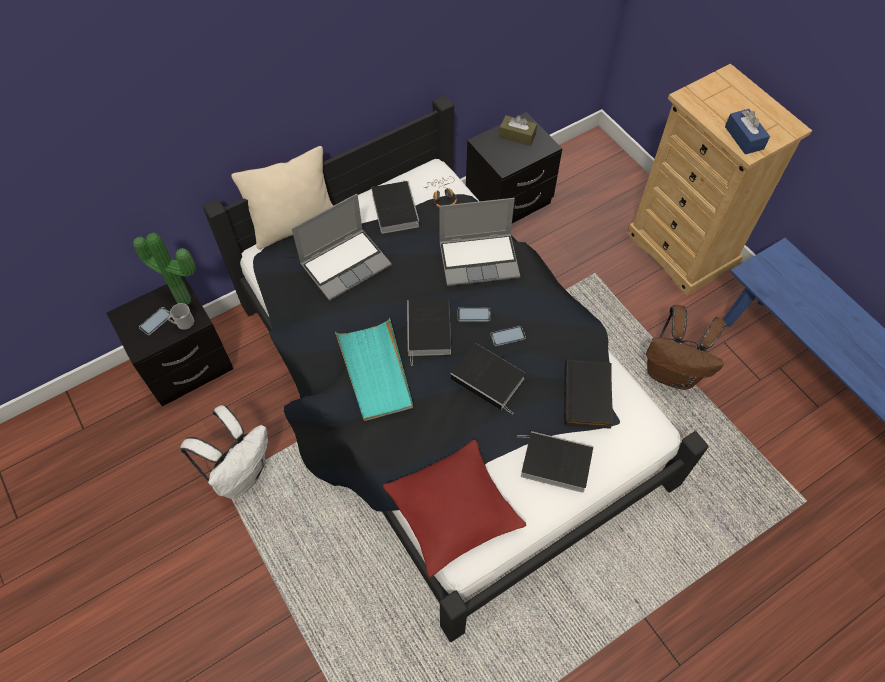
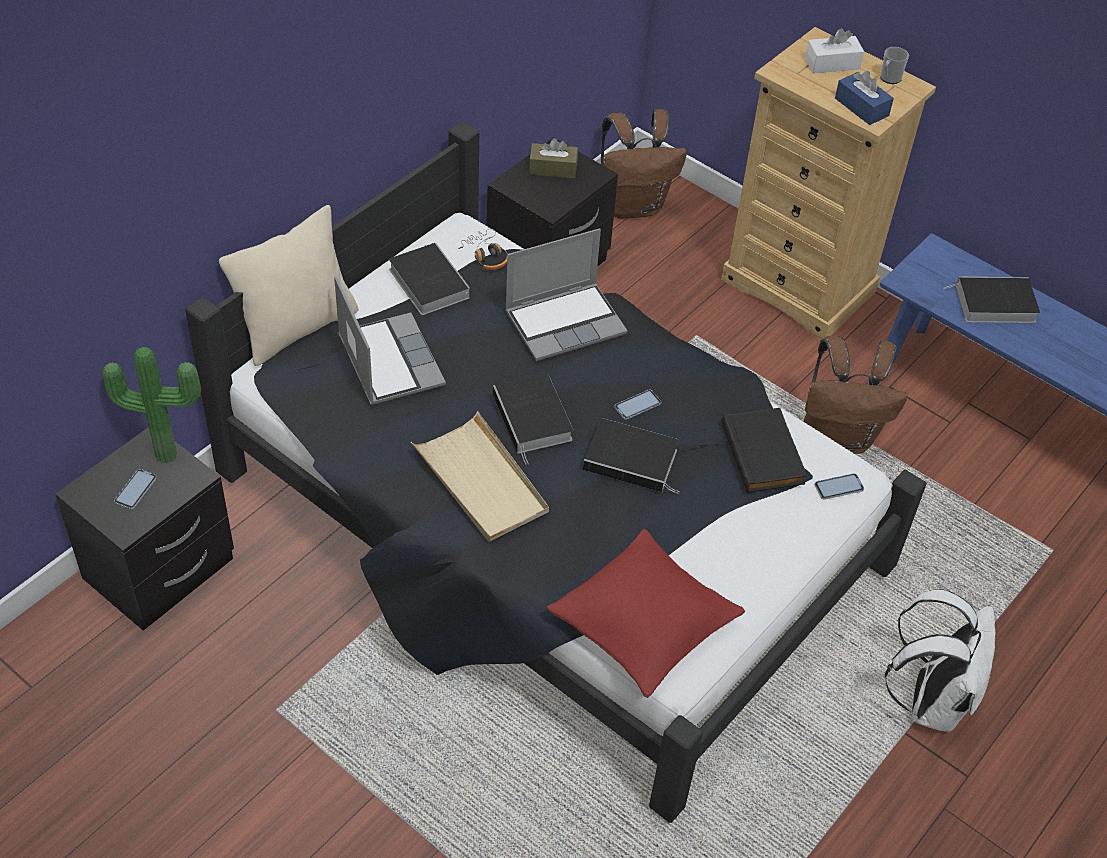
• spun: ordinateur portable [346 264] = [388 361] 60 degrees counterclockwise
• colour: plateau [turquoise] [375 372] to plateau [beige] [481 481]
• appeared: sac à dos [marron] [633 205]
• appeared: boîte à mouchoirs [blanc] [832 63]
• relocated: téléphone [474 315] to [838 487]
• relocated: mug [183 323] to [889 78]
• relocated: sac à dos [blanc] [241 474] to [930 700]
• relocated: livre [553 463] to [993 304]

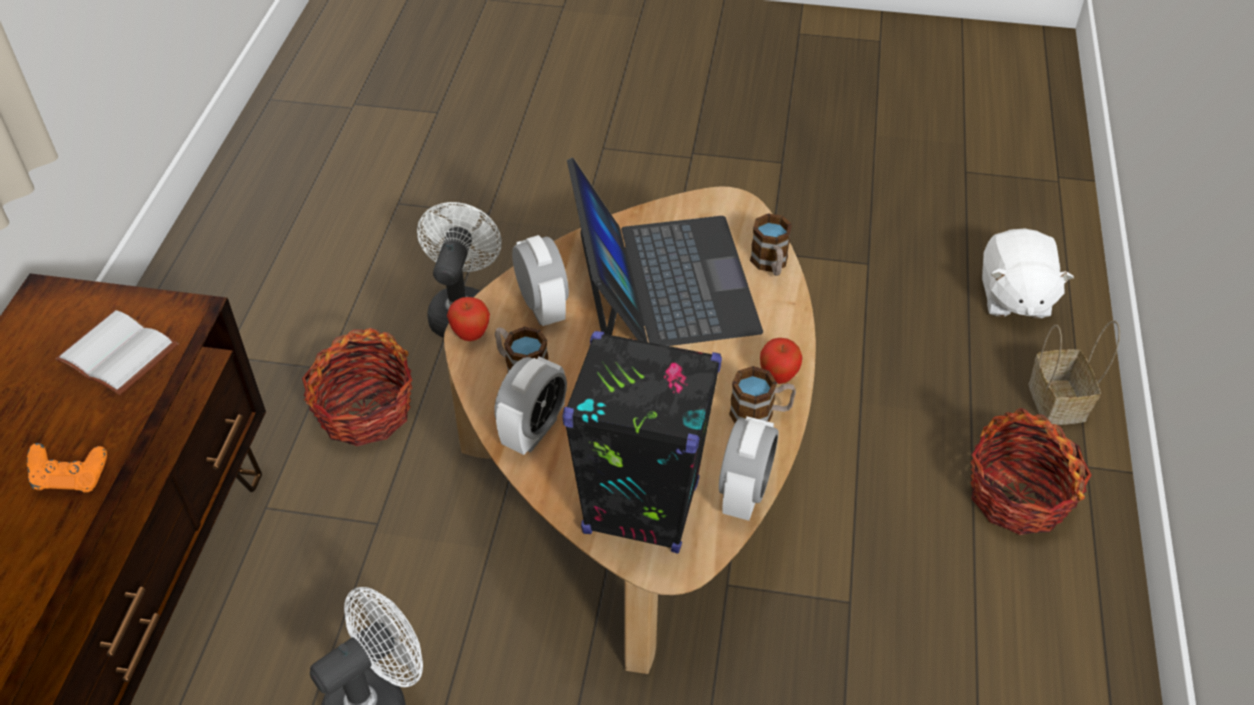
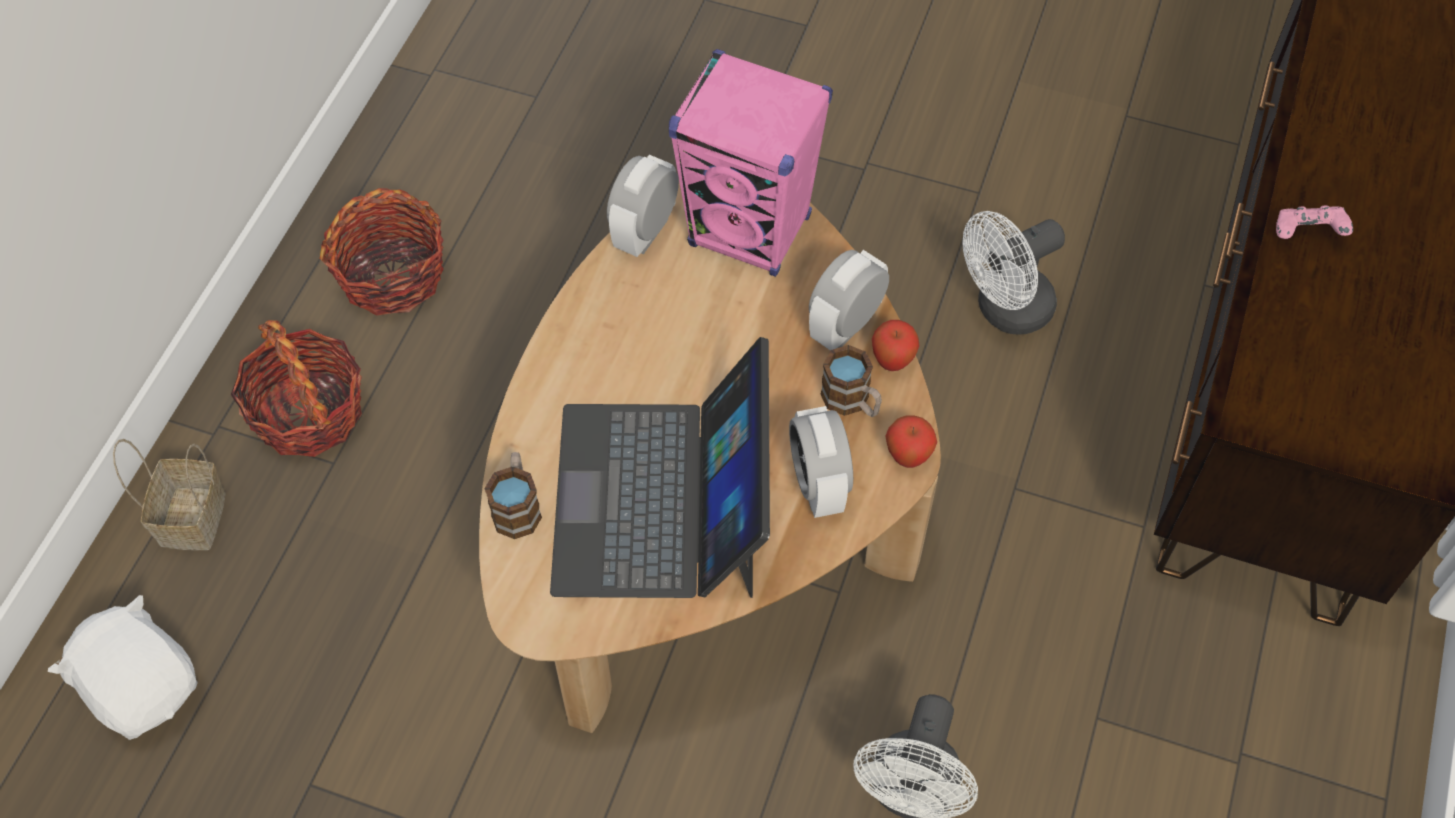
• spun: peluche [blanc] [1013 297] = [143 687] 60 degrees counterclockwise
• relocated: panier [364 411] to [392 275]
• colour: enceinte [noir] [640 508] to enceinte [rose] [750 232]
• relocated: pomme [778 377] to [892 361]
• colour: manette [orange] [72 479] to manette [rose] [1307 235]
• missing: livre [blanc] [122 353]
• missing: mug [760 414]

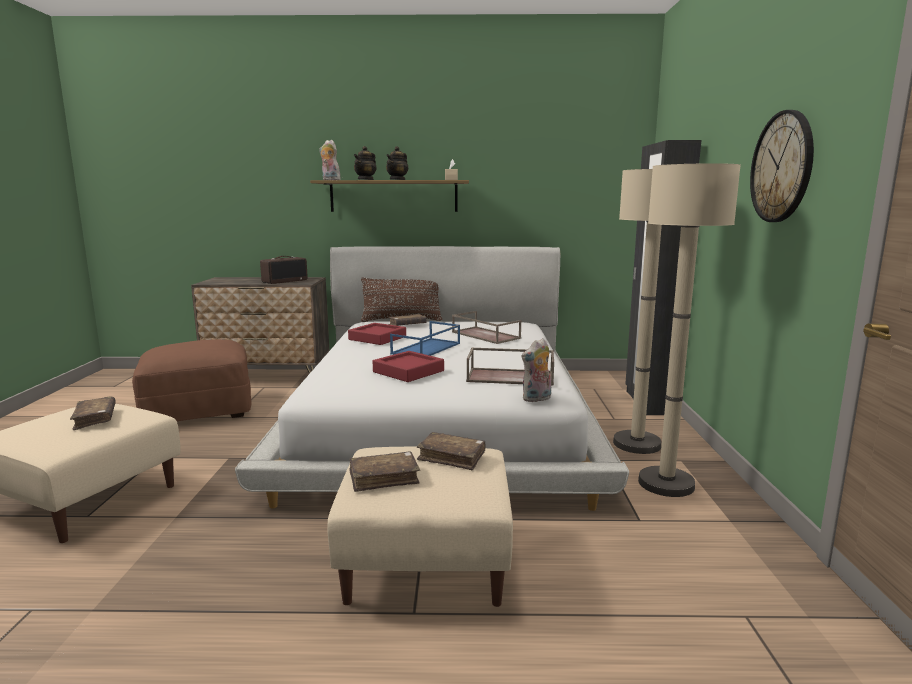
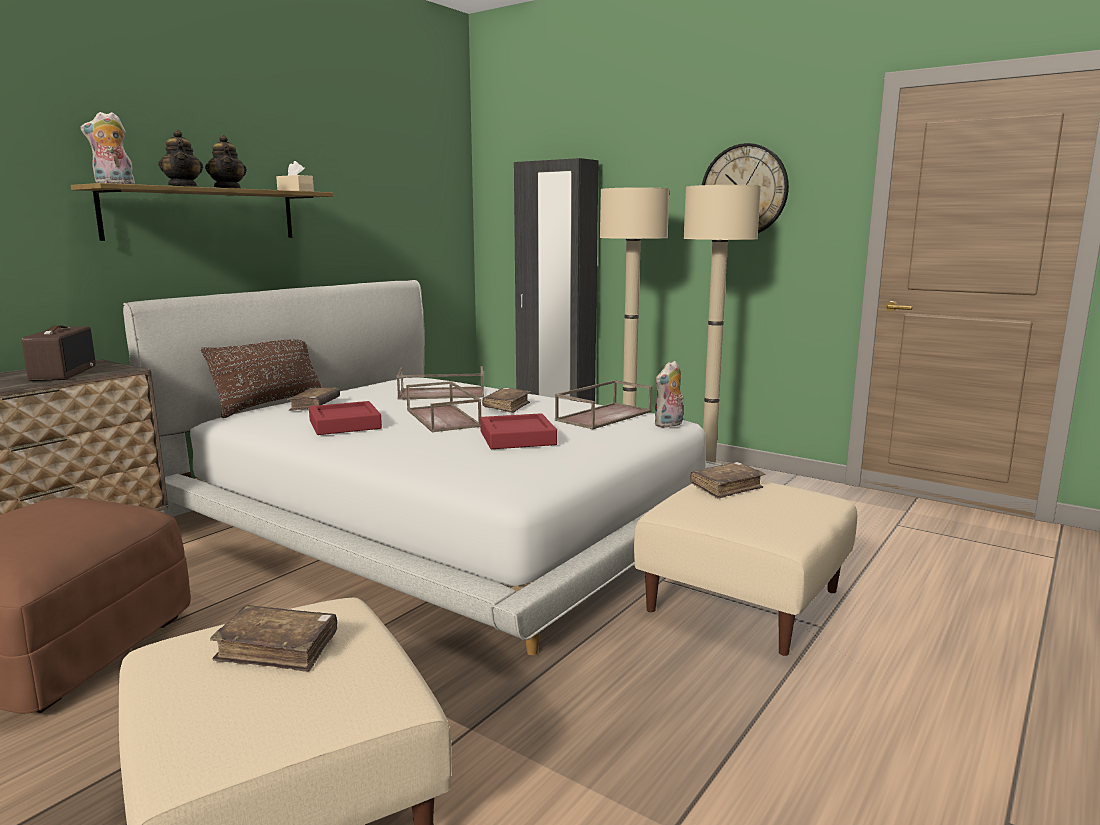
• colour: plateau [bleu] [426 349] to plateau [marron] [444 418]
• relocated: livre [marron] [384 478] to [507 406]
• spun: peluche [537 399] = [669 425] 45 degrees clockwise

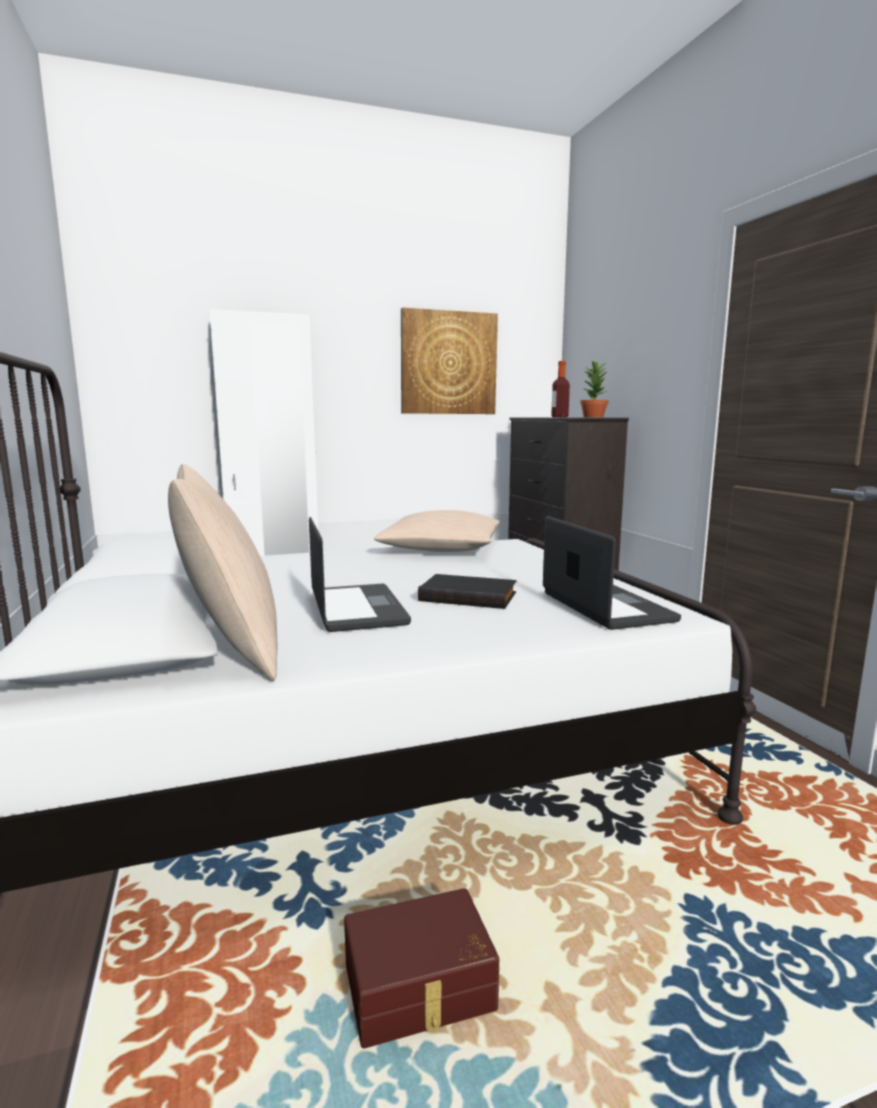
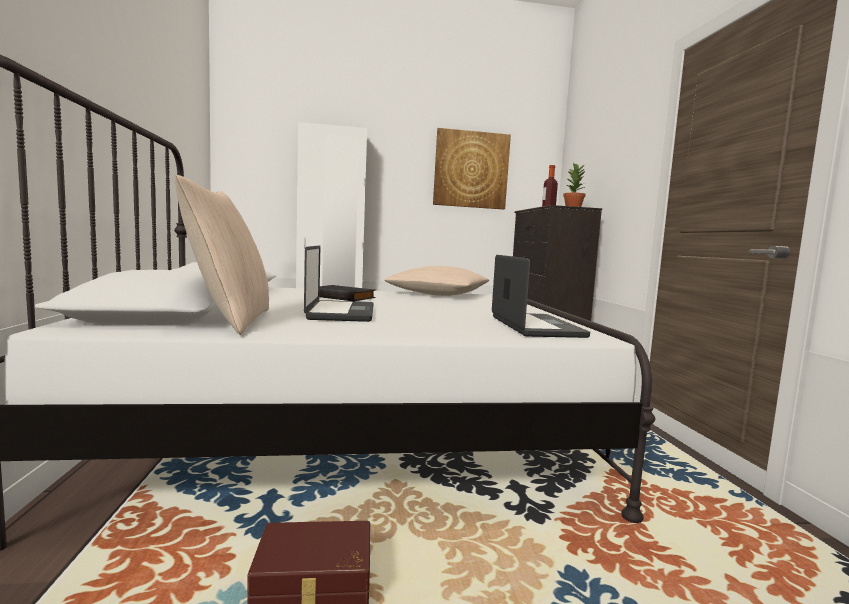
• relocated: livre [noir] [469 596] to [343 297]

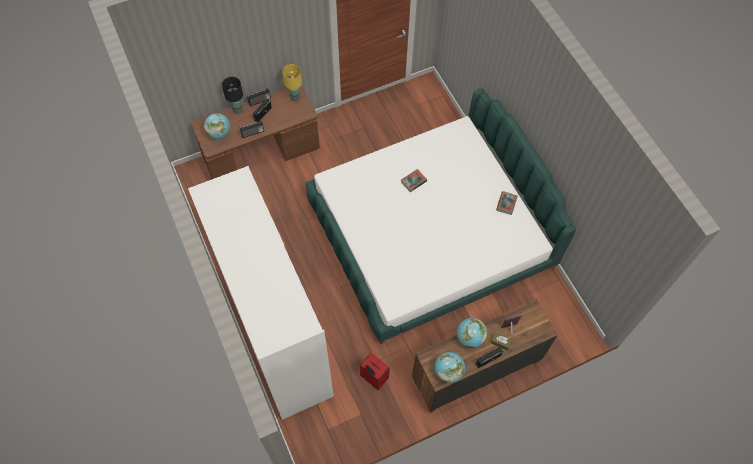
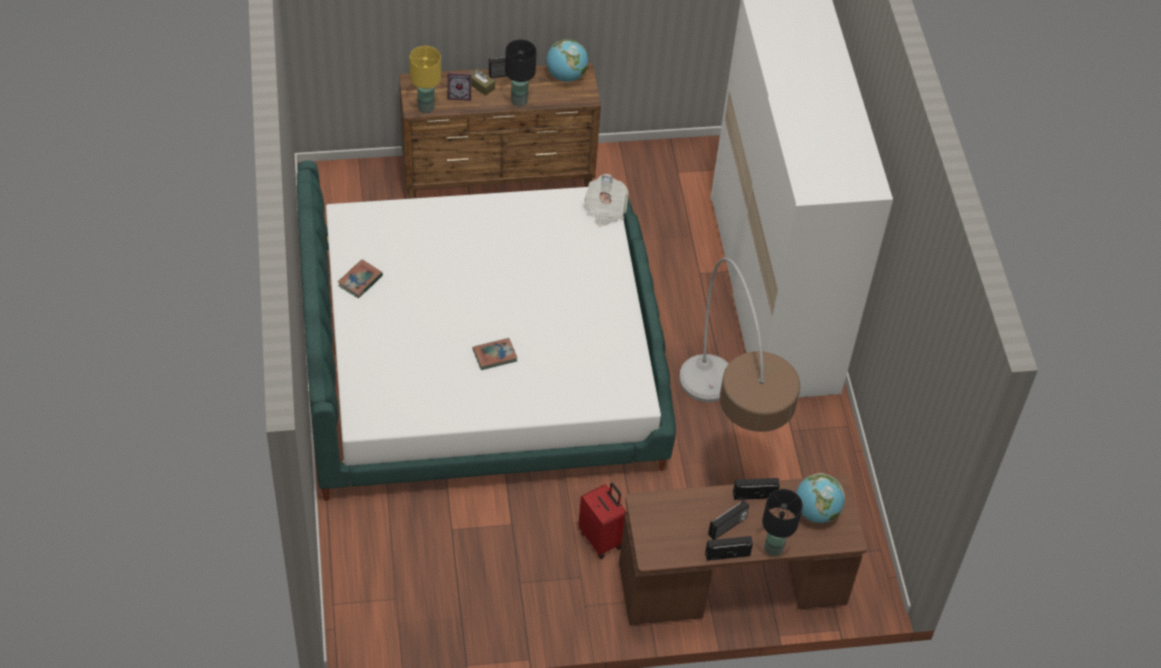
• relocated: lampe de table [jaune] [295 97] to [425 107]
• exchanged: globe [470 338] to lampe de table [noir] [519 101]
• relocated: valise [rouge] [373 378] to [601 539]
• appeared: journal [605 209]
• appeared: lampadaire [725 442]

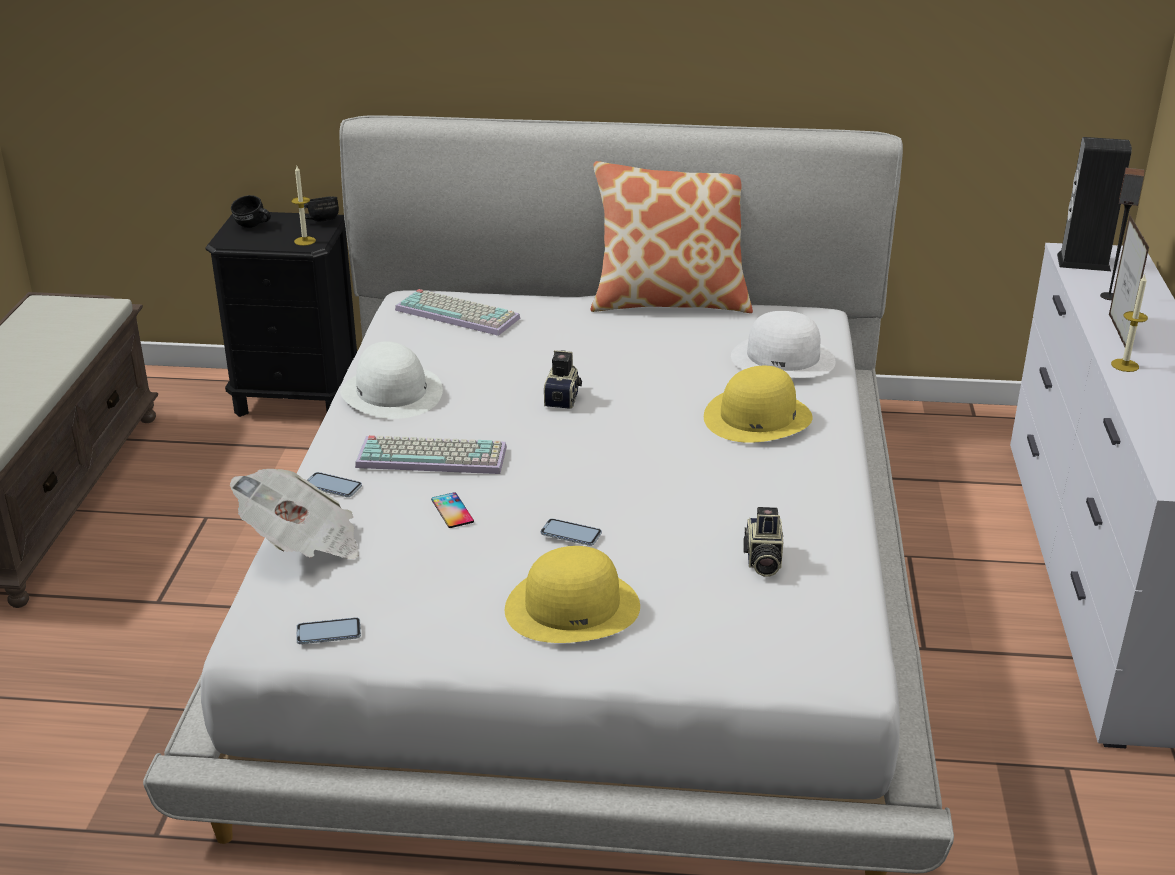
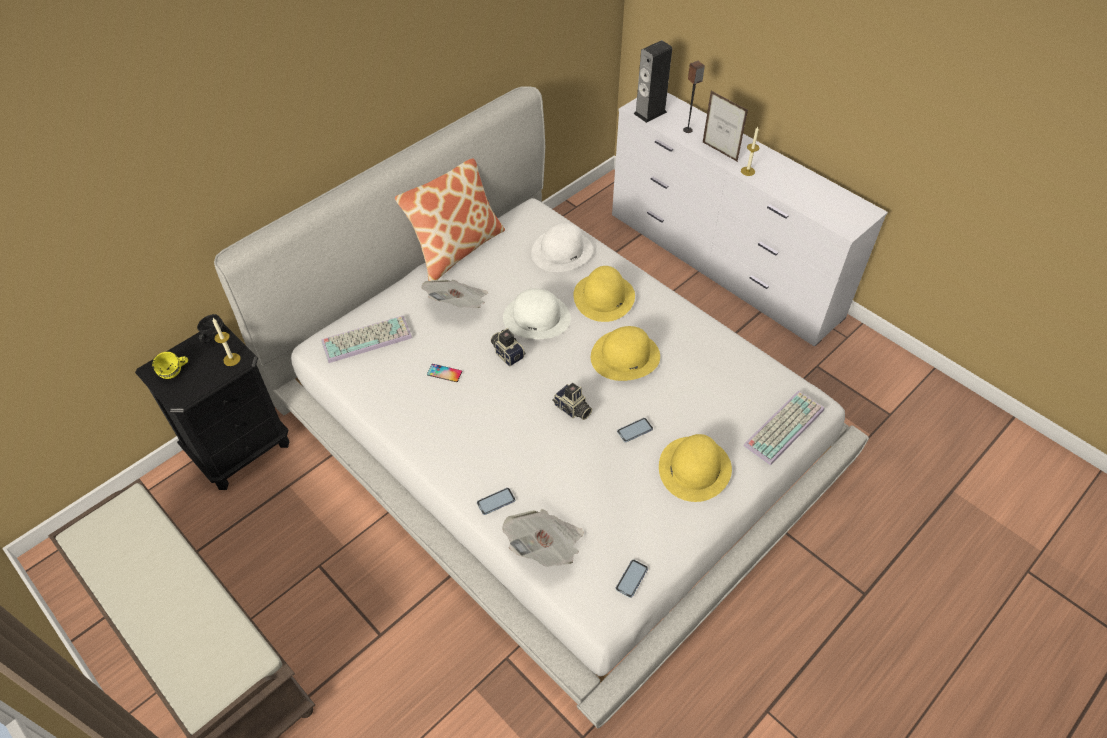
• colour: mug [noir] [253 226] to mug [jaune] [175 372]
• appeared: journal [458 305]
• relocated: téléphone [452 510] to [444 373]
• relocated: chapeau [blanc] [392 393] to [537 317]
• relocated: appareil photo [762 560] to [572 409]
• appeared: chapeau [jaune] [625 356]
• relocated: clavier [434 456] to [783 425]

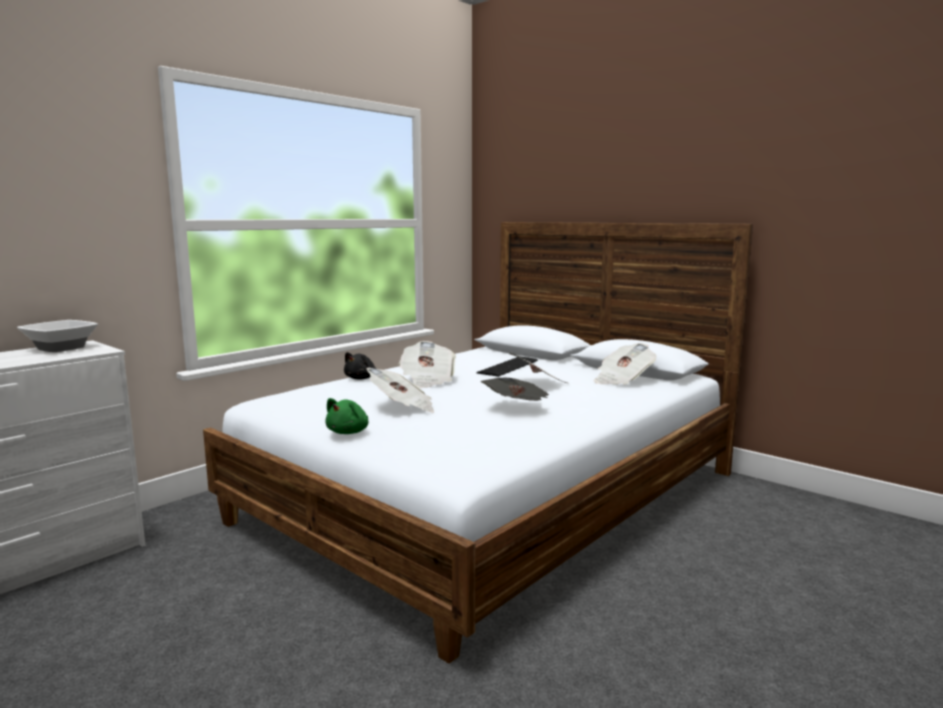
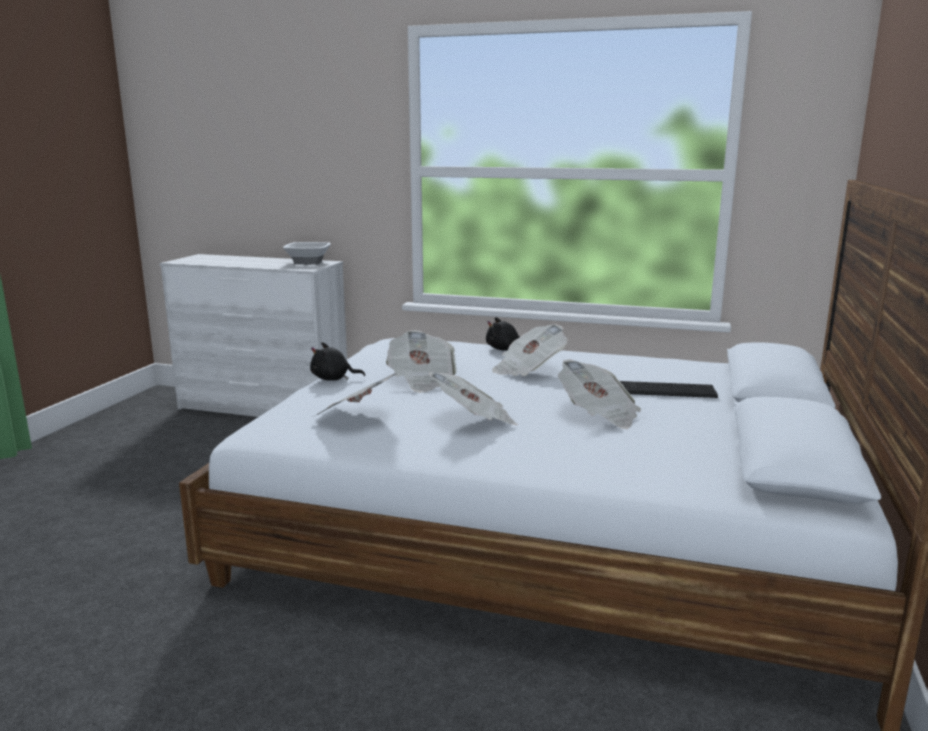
• colour: peluche [vert] [349 432] to peluche [noir] [333 379]
• relocated: journal [622 380] to [354 417]

